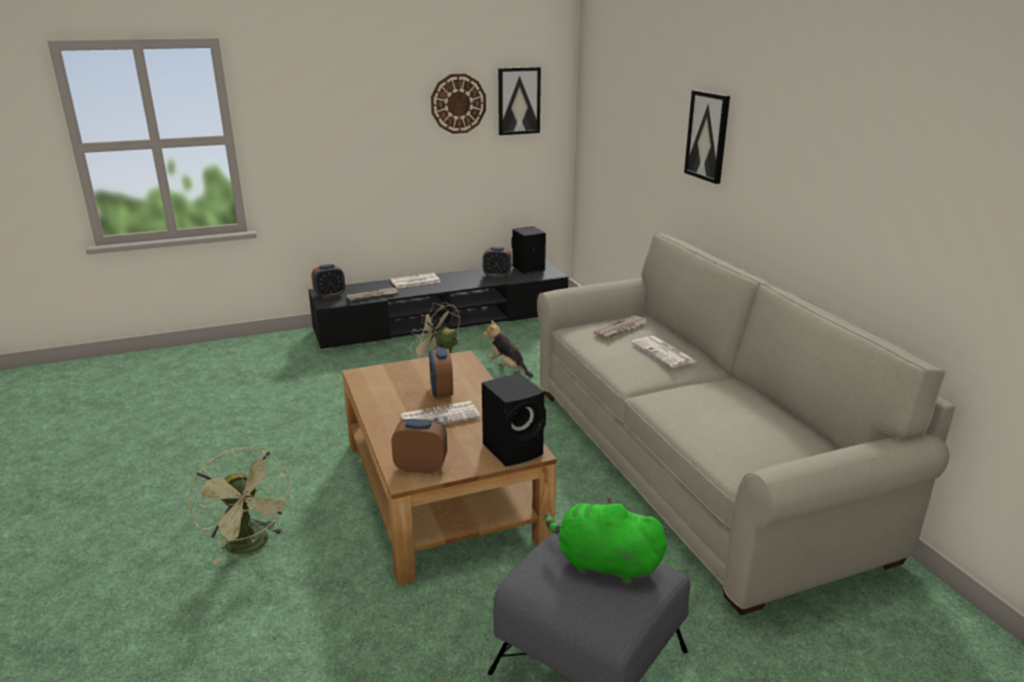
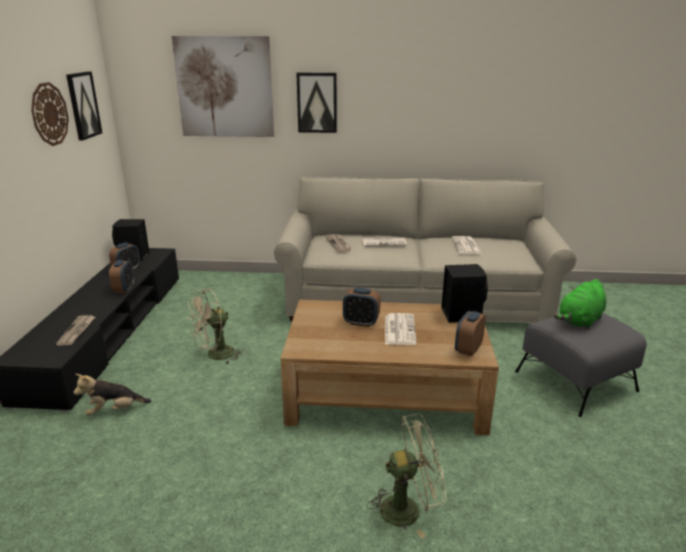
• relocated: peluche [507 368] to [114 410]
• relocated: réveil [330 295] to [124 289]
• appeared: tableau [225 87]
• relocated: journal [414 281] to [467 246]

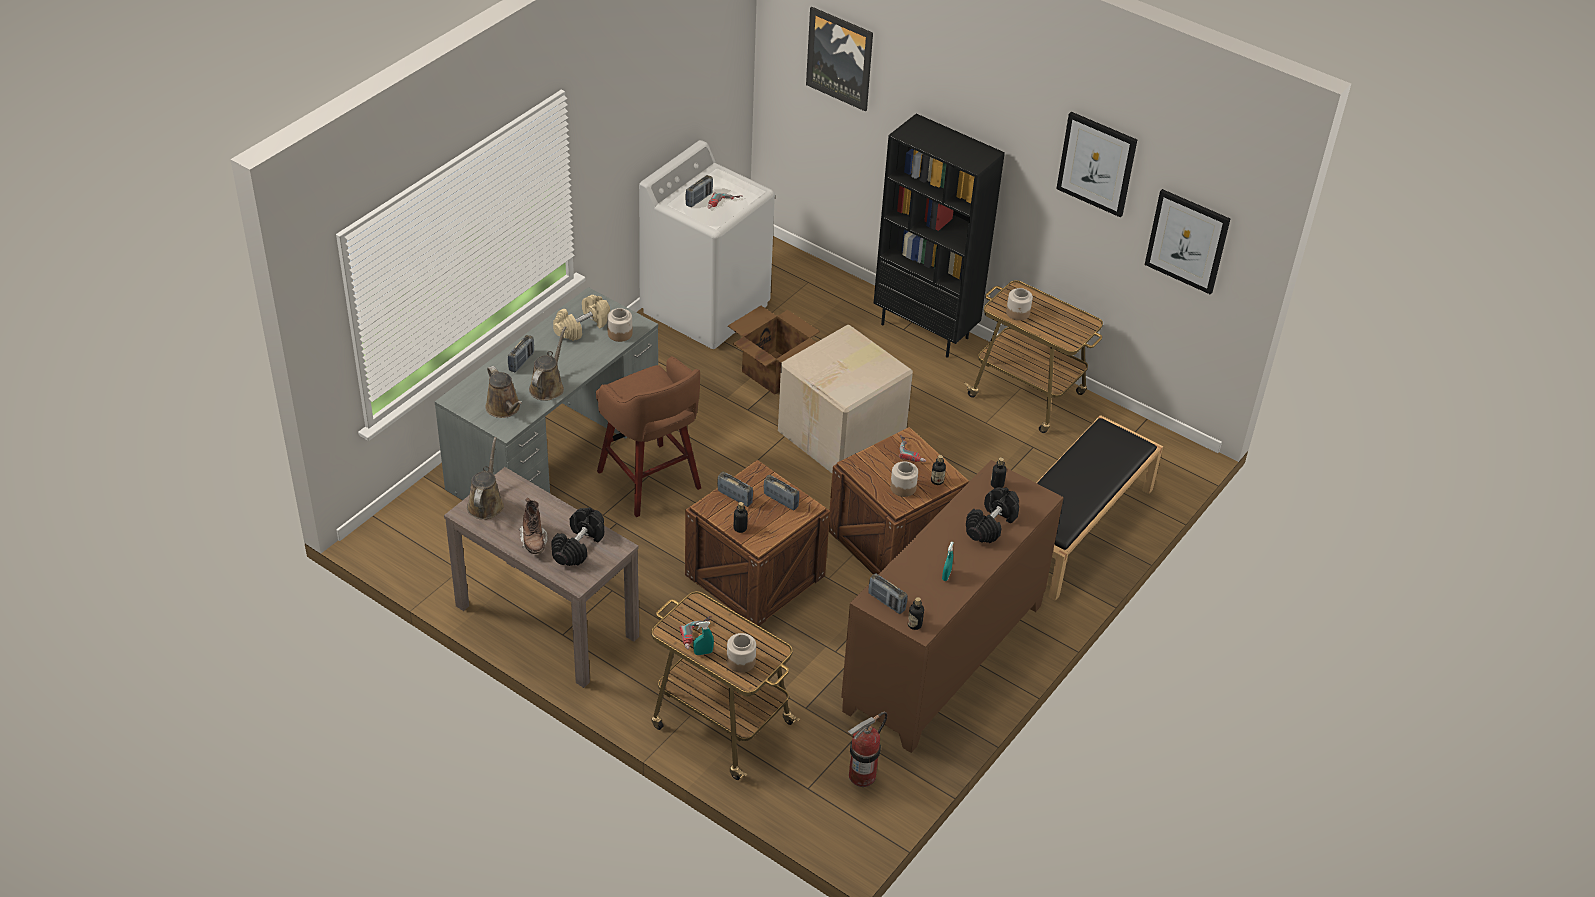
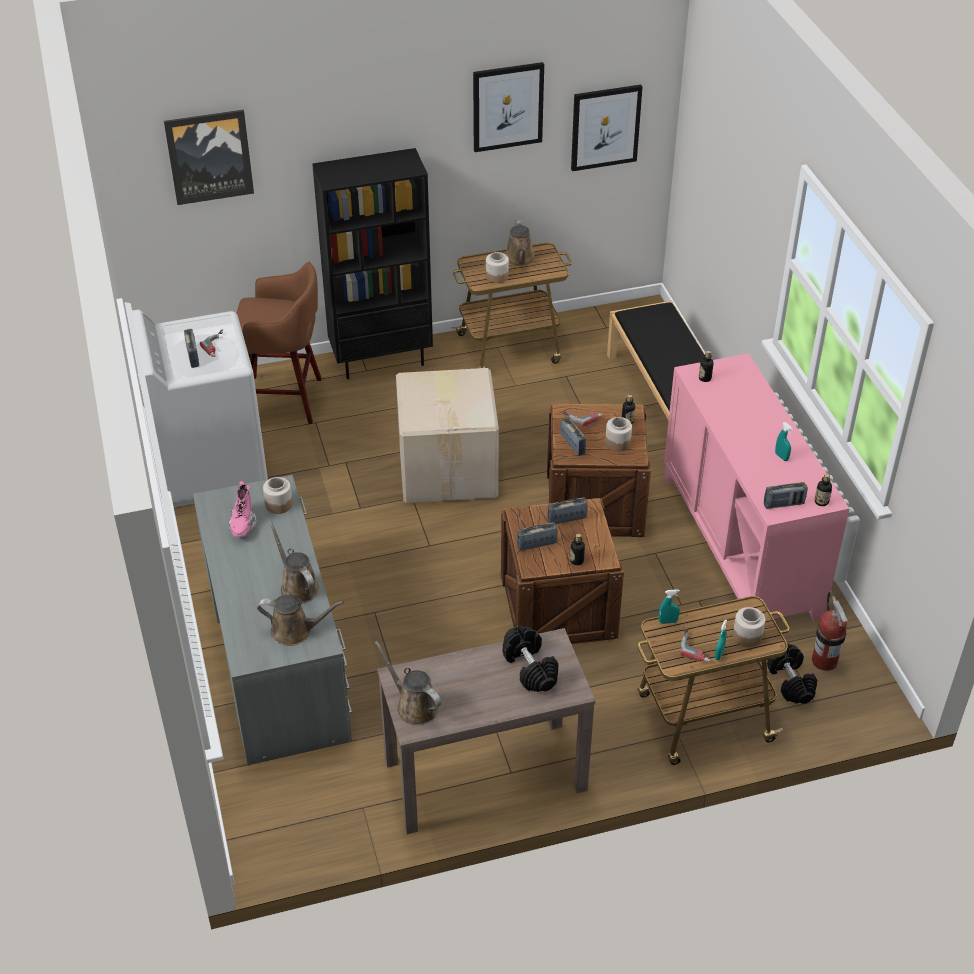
• exchanged: haltère [beige] [582 327] to botte [rose] [243 524]
• relocated: tabouret [marron] [650 482] to [285 400]
• appeared: arrosoir [marron] [520 259]
• relocated: radio [521 361] to [572 444]
• appeared: vaporisateur [turquoise] [668 621]
• colour: meuble de rangement [marron] [945 658] to meuble de rangement [rose] [741 545]
• relocated: haltère [noir] [991 525] to [790 681]
• missing: botte [marron] [533 541]
• missing: carton [774 371]

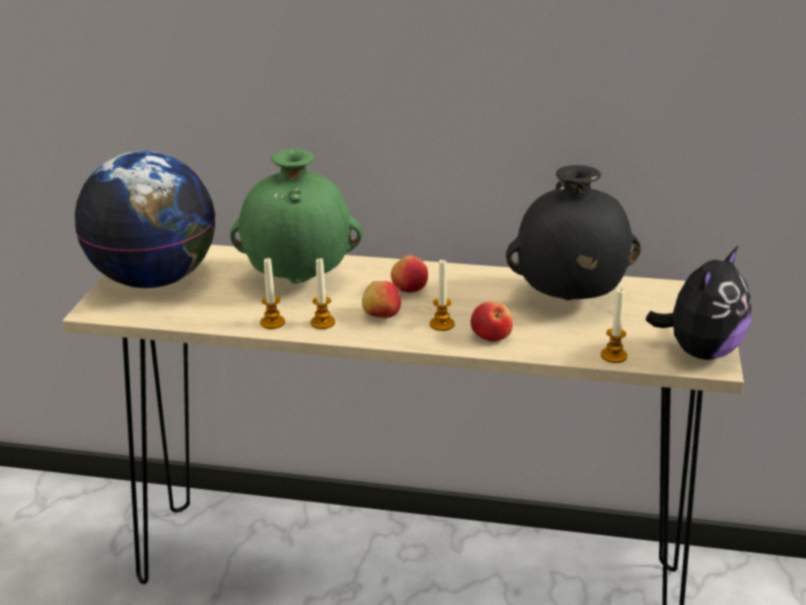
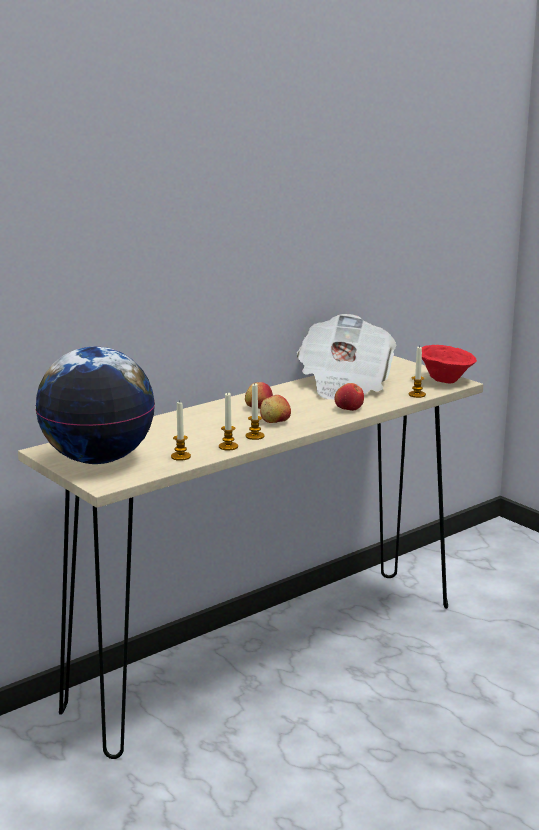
• relocated: bougie [442 324] to [180 457]
• exchanged: vase [noir] [568 299] to journal [344 384]
• exchanged: peluche [700 351] to bol [rouge] [444 380]
• missing: vase [vert] [300 280]

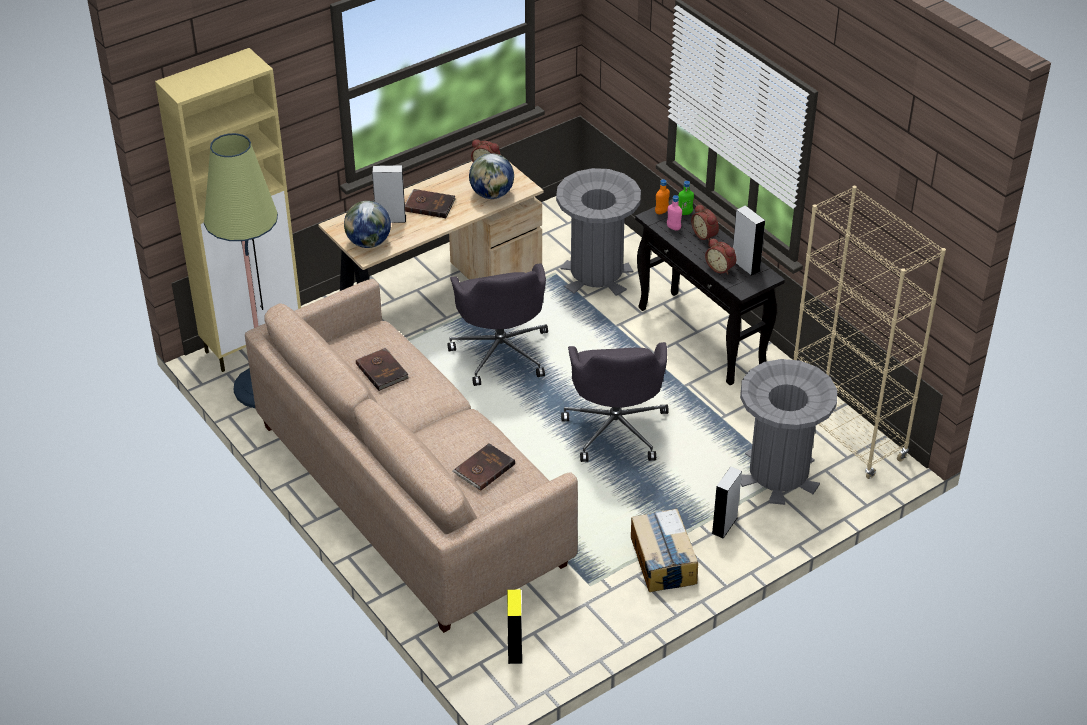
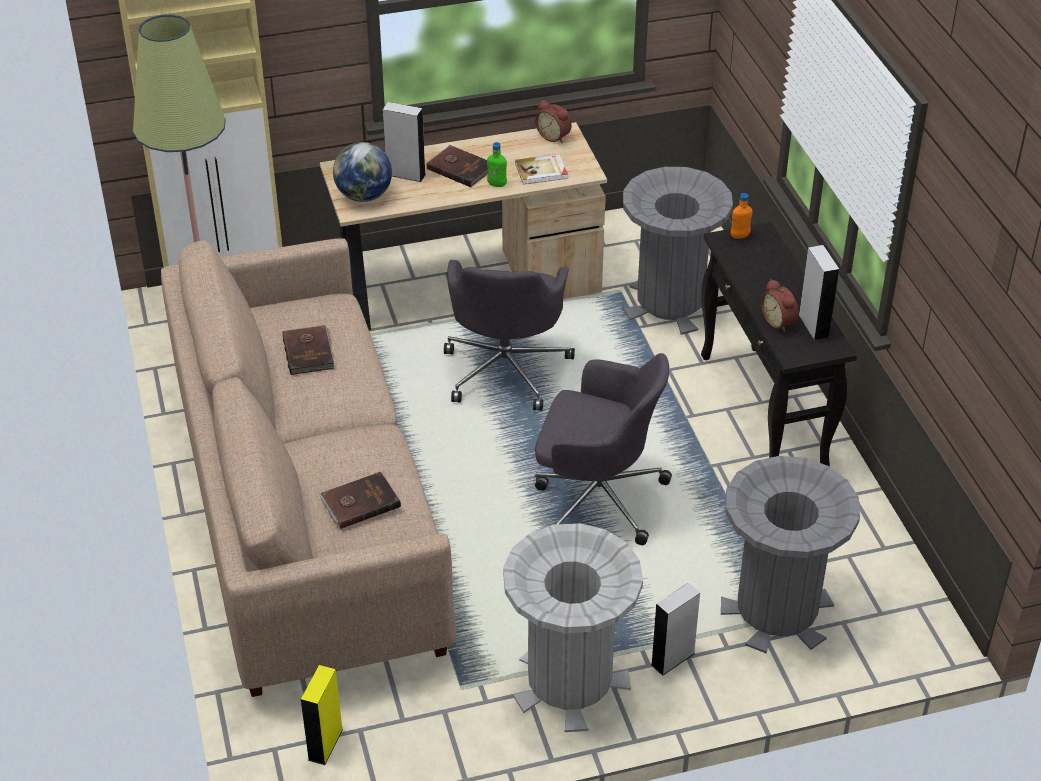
• relocated: bouteille [vert] [684 213] to [497 184]
• exchanged: carton [662 561] to poubelle [gris] [569 683]
• exchanged: globe [492 194] to livre [541 171]
• spun: chaise de bureau [gris] [616 428] = [597 497] 90 degrees counterclockwise
• missing: bouteille [rose] [673 228]
• missing: réveil [705 235]
• missing: bibliothèque [beige] [845 435]

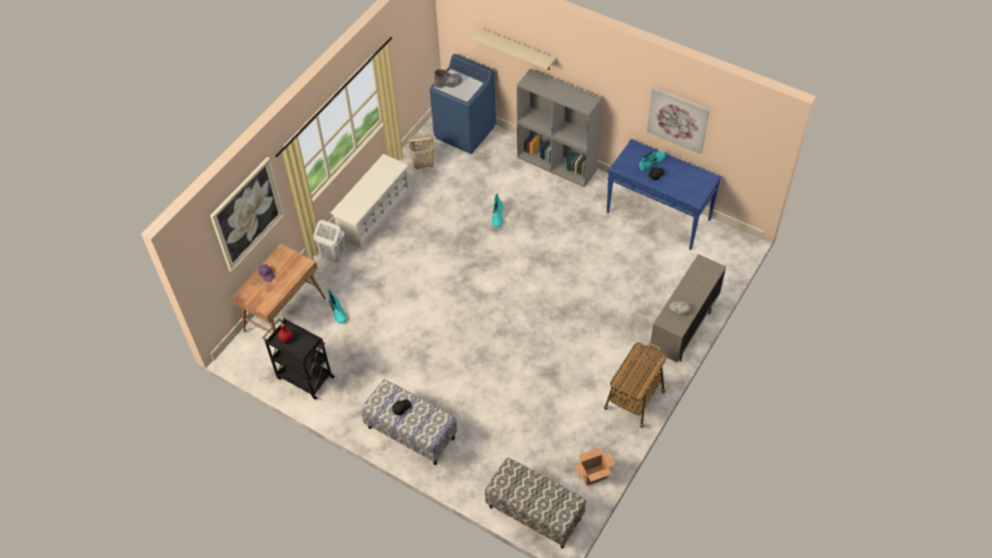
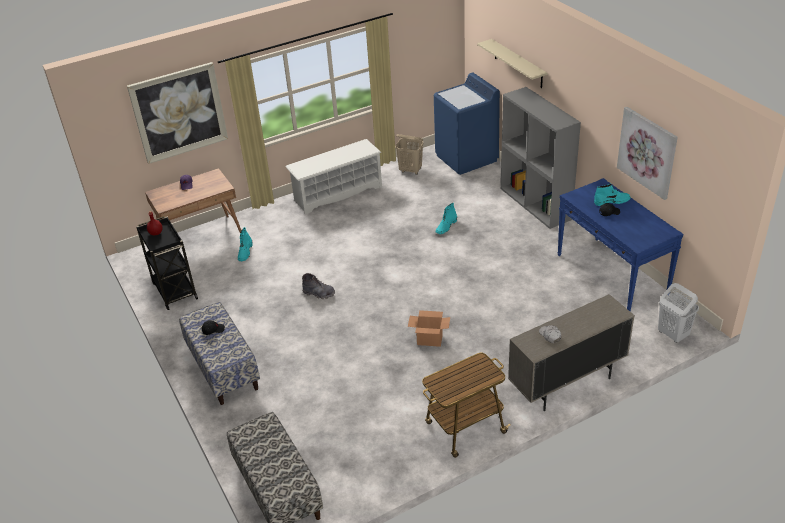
• relocated: botte [gris] [448 84] to [319 293]
• relocated: carton [593 475] to [429 340]
• relocated: panier à linge [blanc] [333 256] to [672 334]

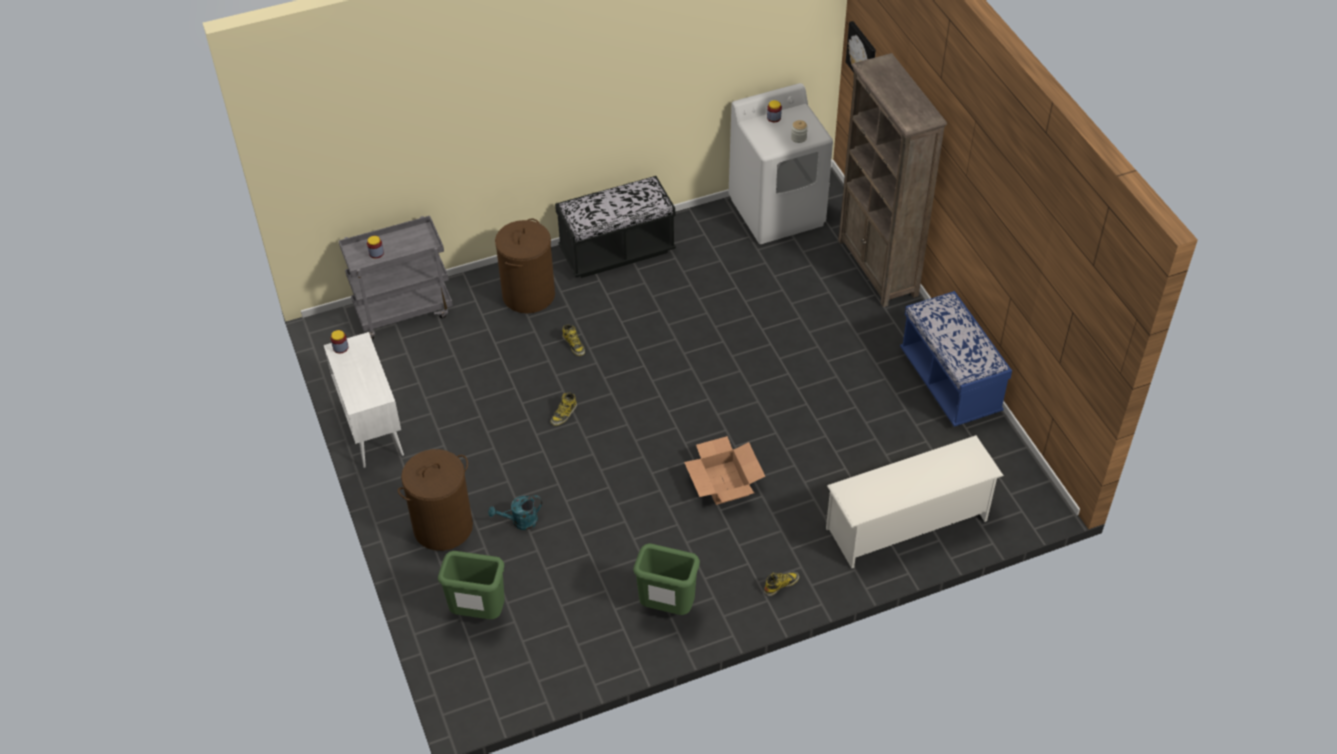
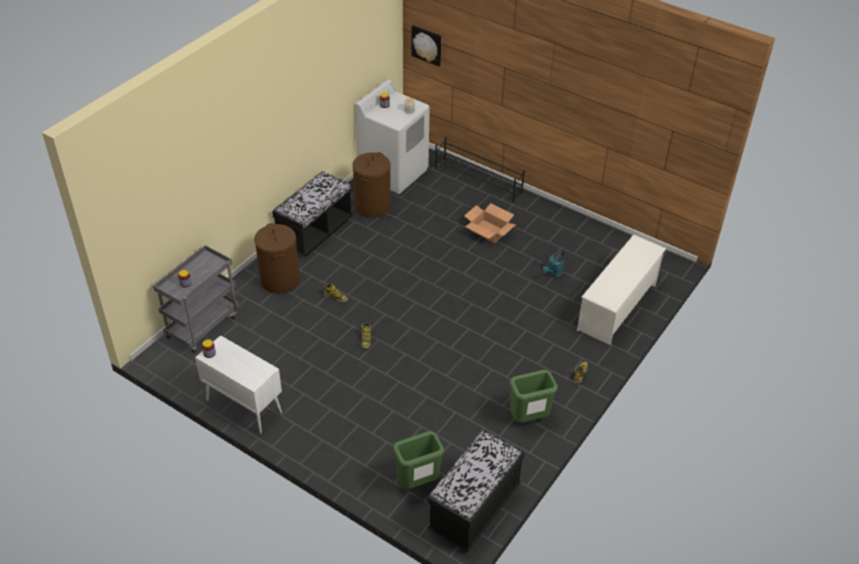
• relocated: panier à linge [marron] [443 526] to [372 206]
• appeared: banc [noir] [474 508]
• exchanged: bibliothèque [marron] [877 268] to étagère à chaussures [noir] [478 180]
• relocated: carton [724 483] to [489 231]
• relocated: arrosoir [turquoise] [520 522] to [553 273]
• missing: banc [bleu] [949 383]

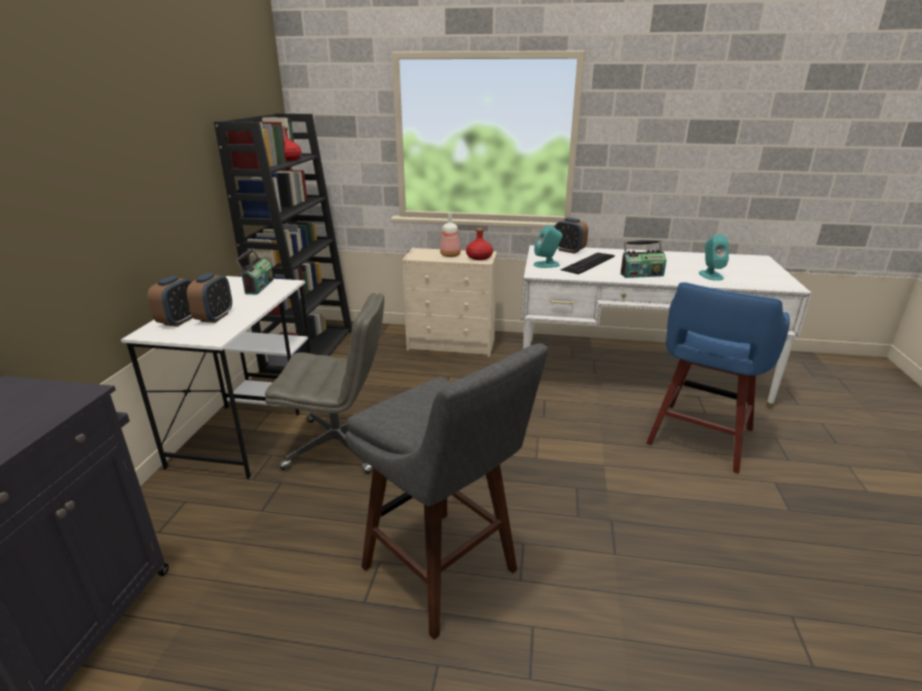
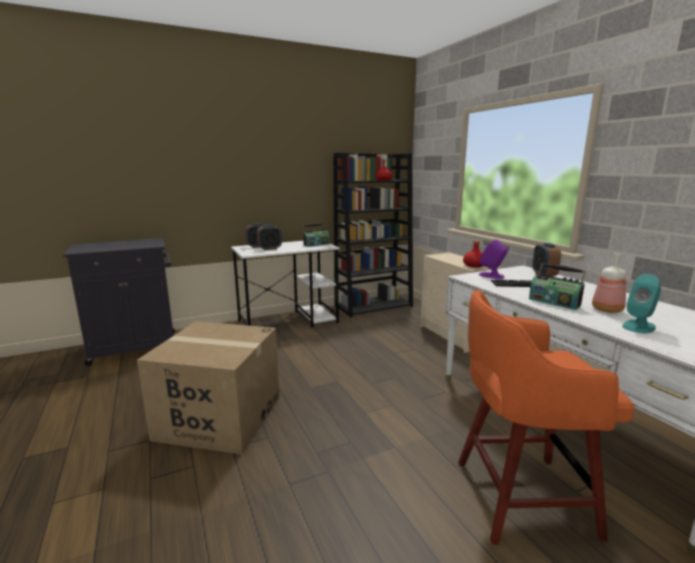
• exchanged: tabouret [gris] [444 573] to carton [219 417]
• colour: tabouret [bleu] [699 438] to tabouret [orange] [518 497]
• colour: enceinte [turquoise] [547 264] to enceinte [violet] [491 276]
• relocated: bouteille [450 255] to [608 310]
• missing: chaise de bureau [gris] [339 445]

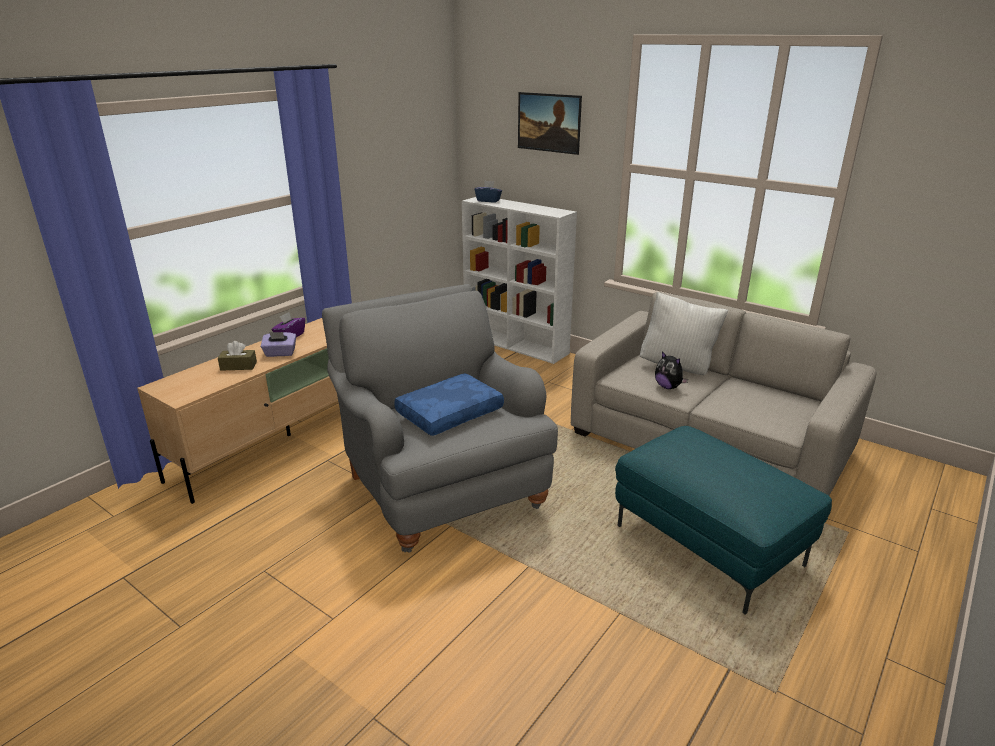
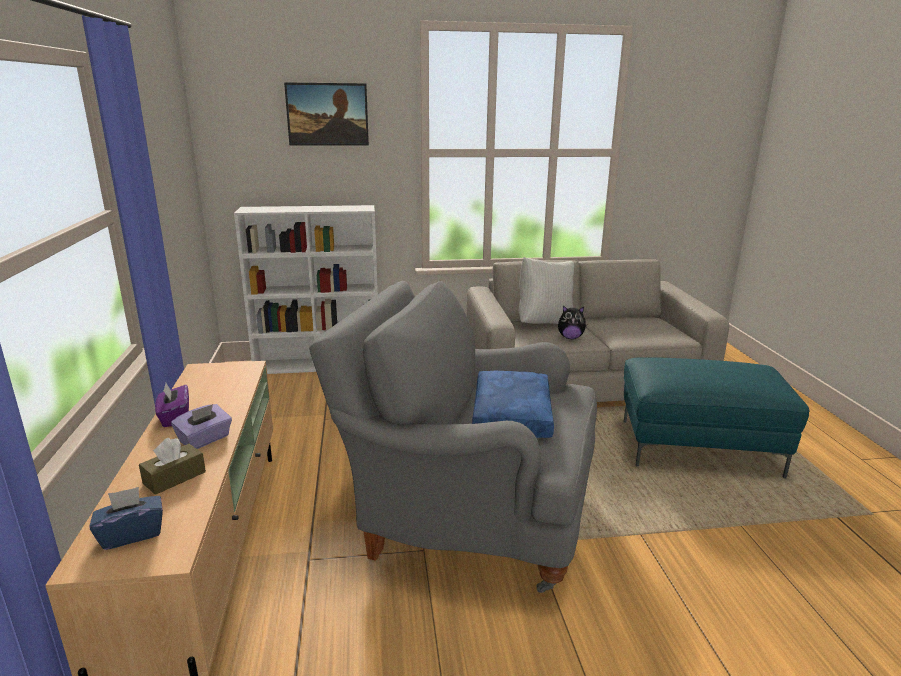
• relocated: boîte à mouchoirs [bleu] [488 200] to [132 534]

